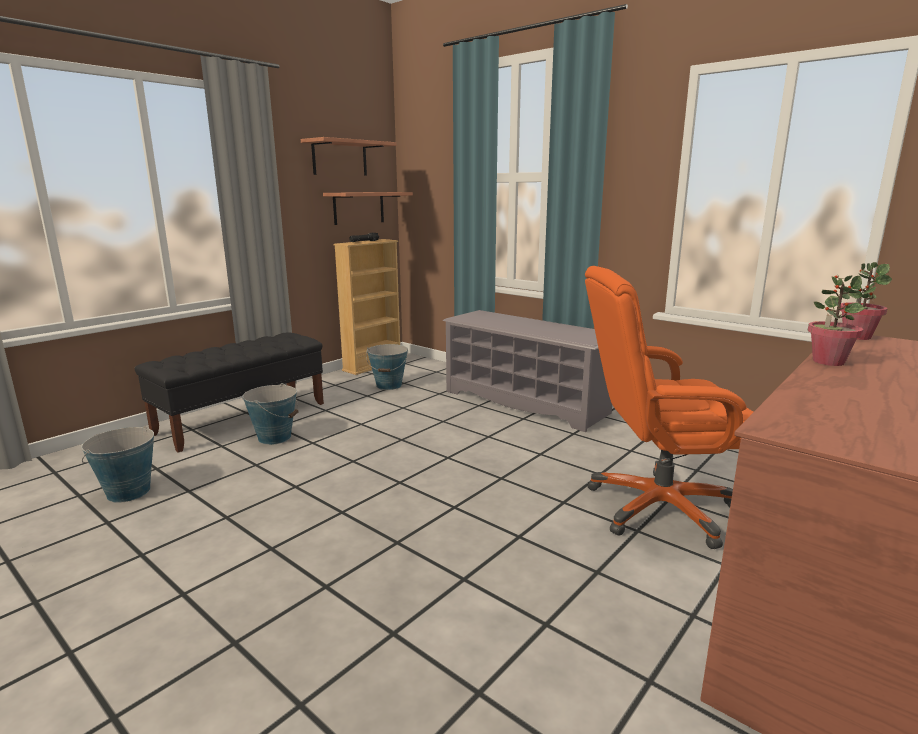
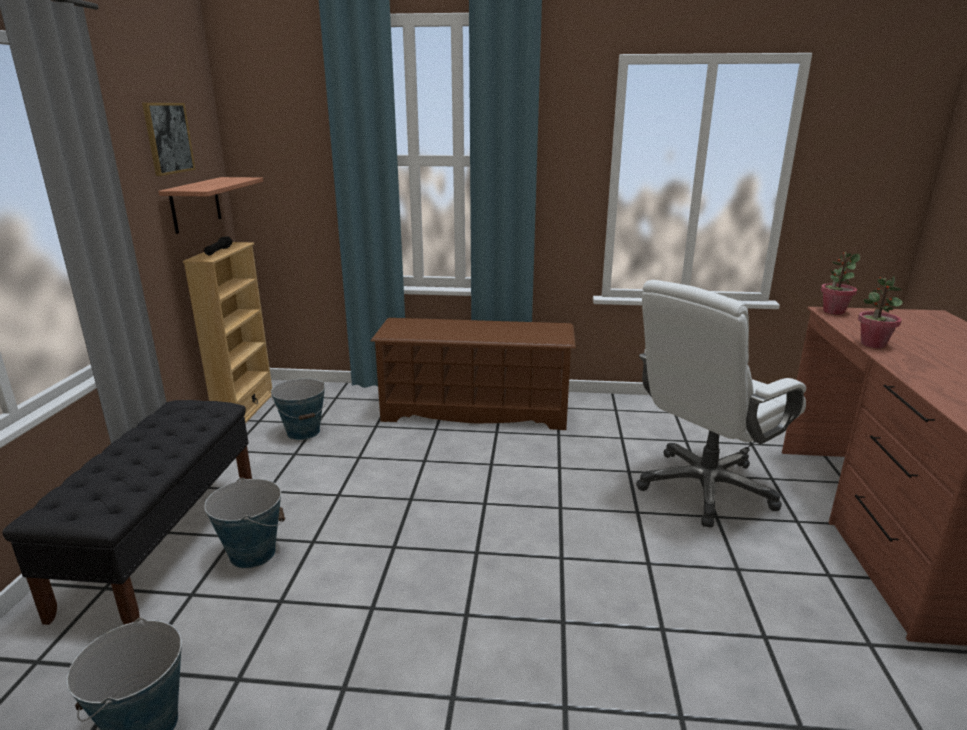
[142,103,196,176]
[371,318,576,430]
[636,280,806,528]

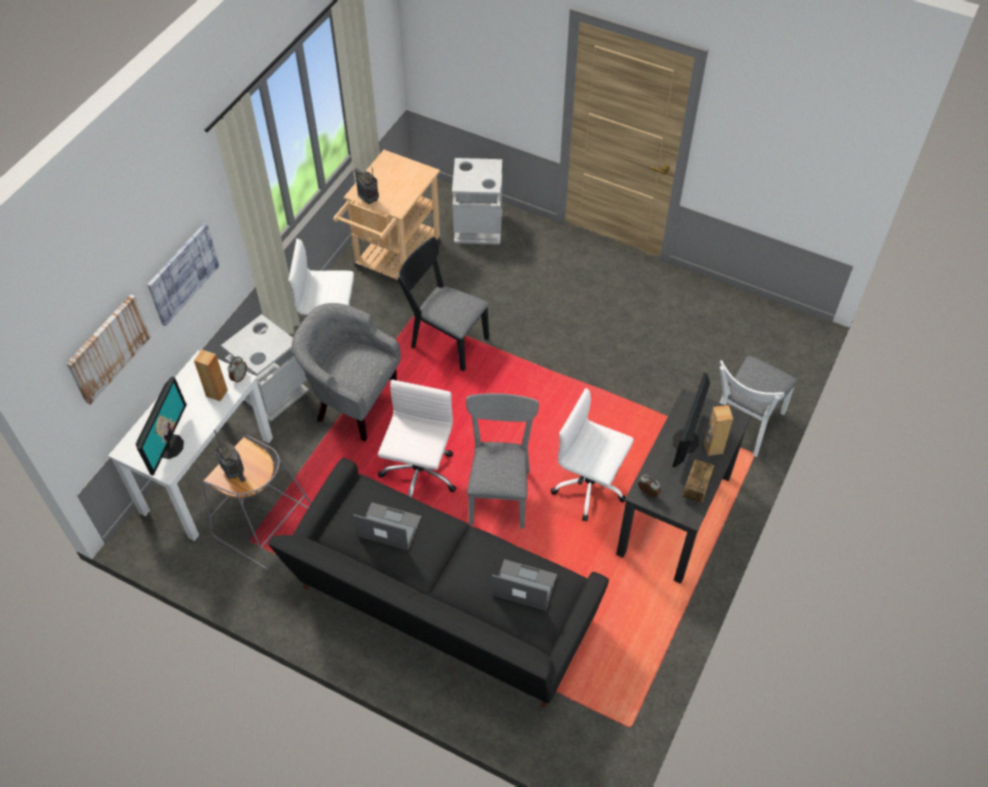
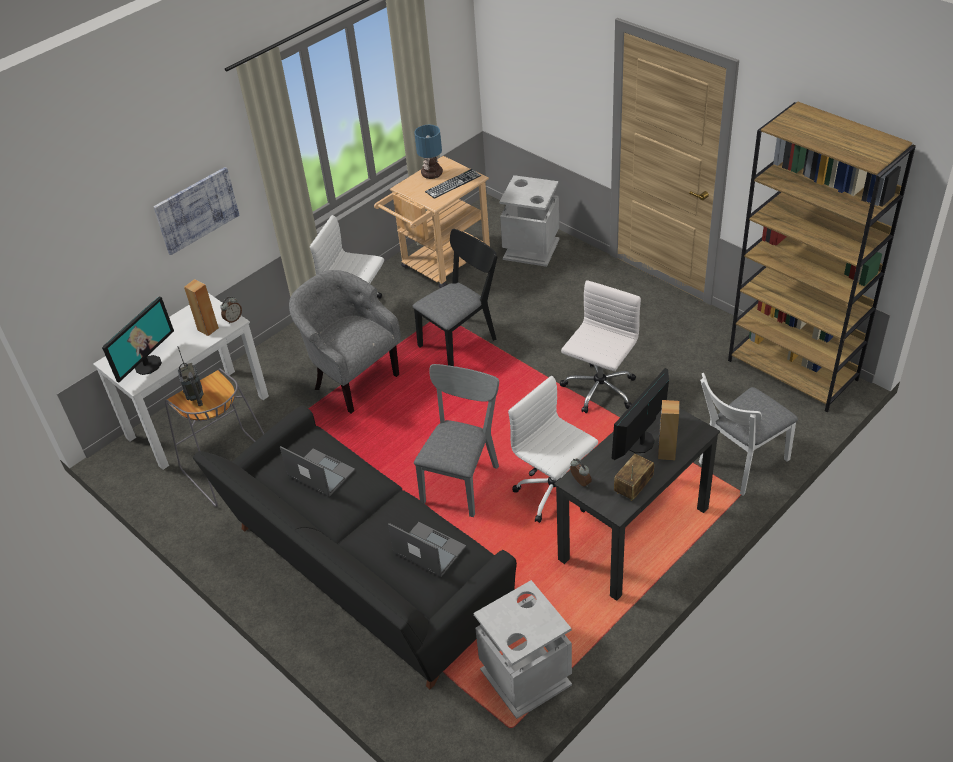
[66,294,151,405] (first image)
[474,580,572,719]
[354,168,379,204] (first image)
[560,280,641,413]
[413,229,498,366]
[414,125,443,179]
[425,169,481,199]
[728,102,916,412]

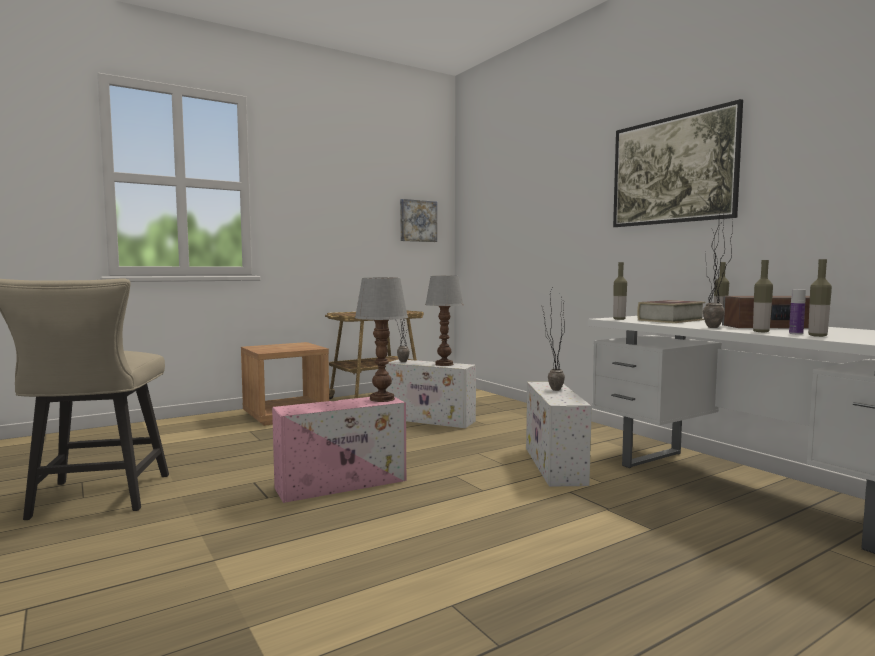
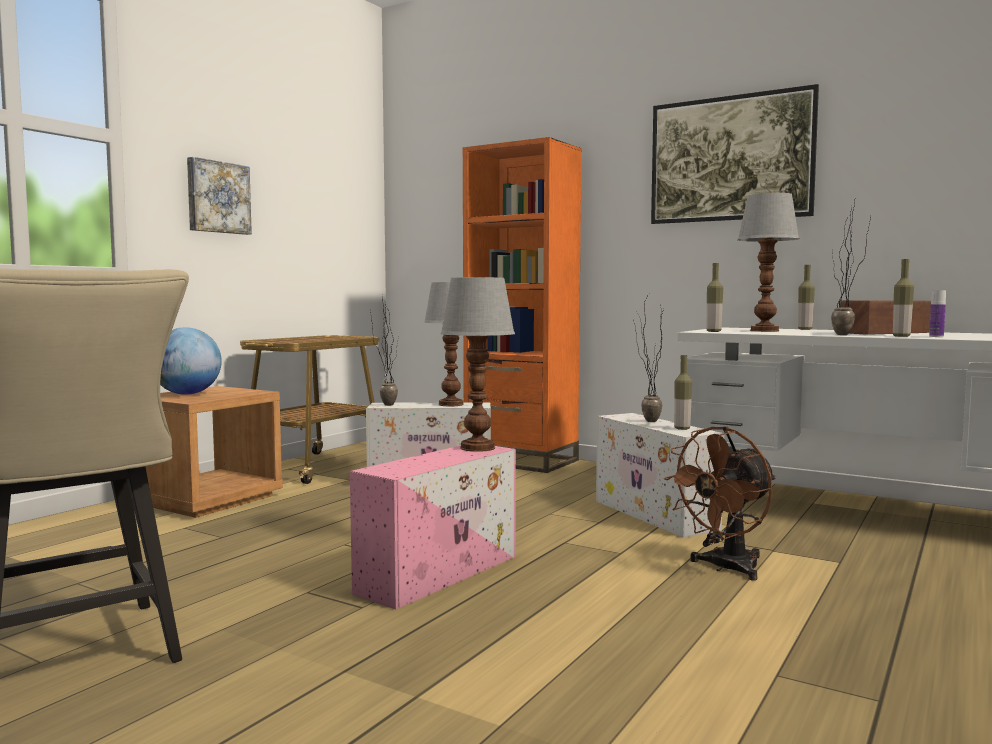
[187,157,252,235]
[738,192,799,332]
[674,355,692,430]
[160,327,222,395]
[463,137,582,473]
[664,426,776,581]

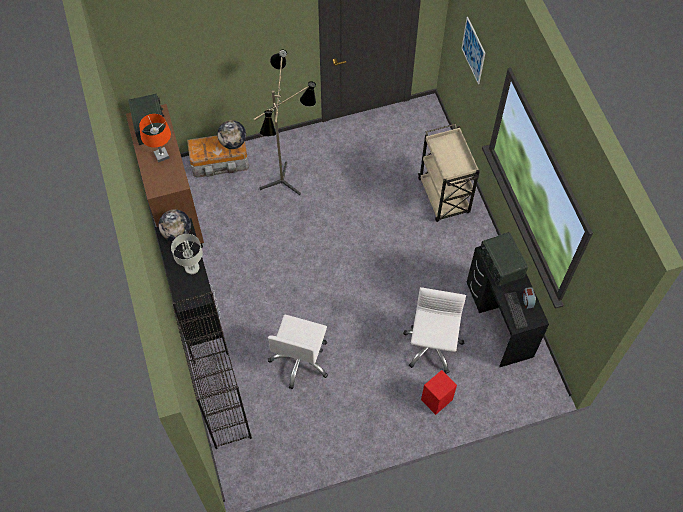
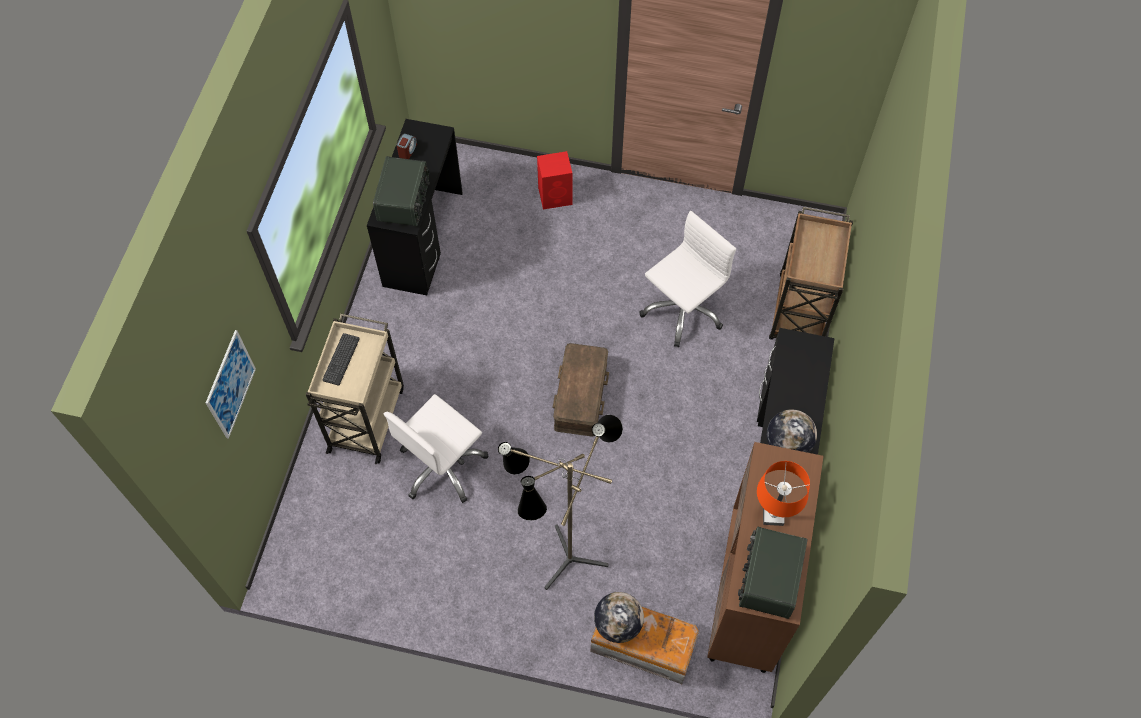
[171,234,203,274] (first image)
[769,207,853,340]
[384,394,489,503]
[322,333,360,386]
[553,343,609,437]

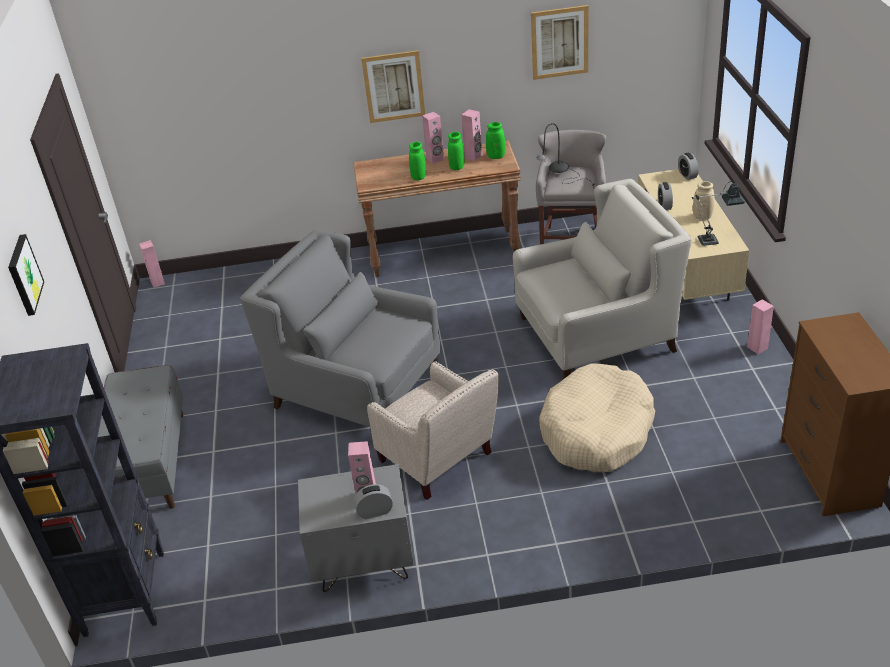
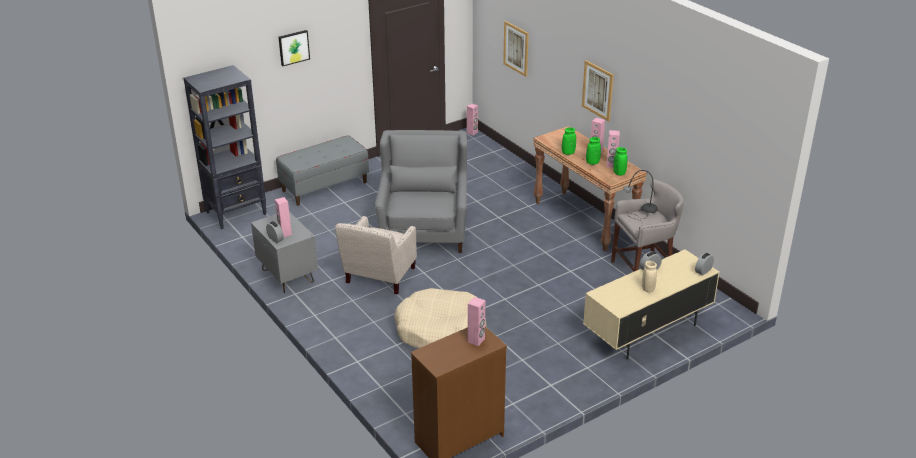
[513,179,692,379] (first image)
[503,21,529,77]
[692,181,745,246] (first image)
[468,297,485,346]

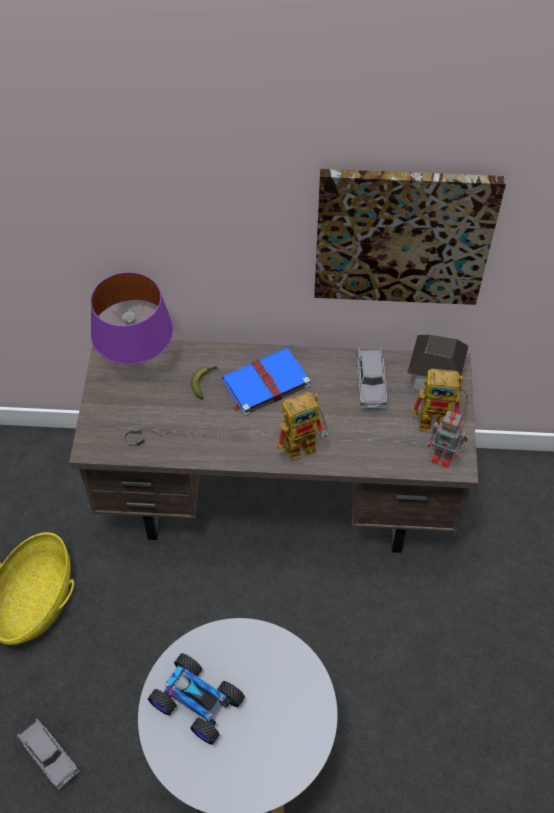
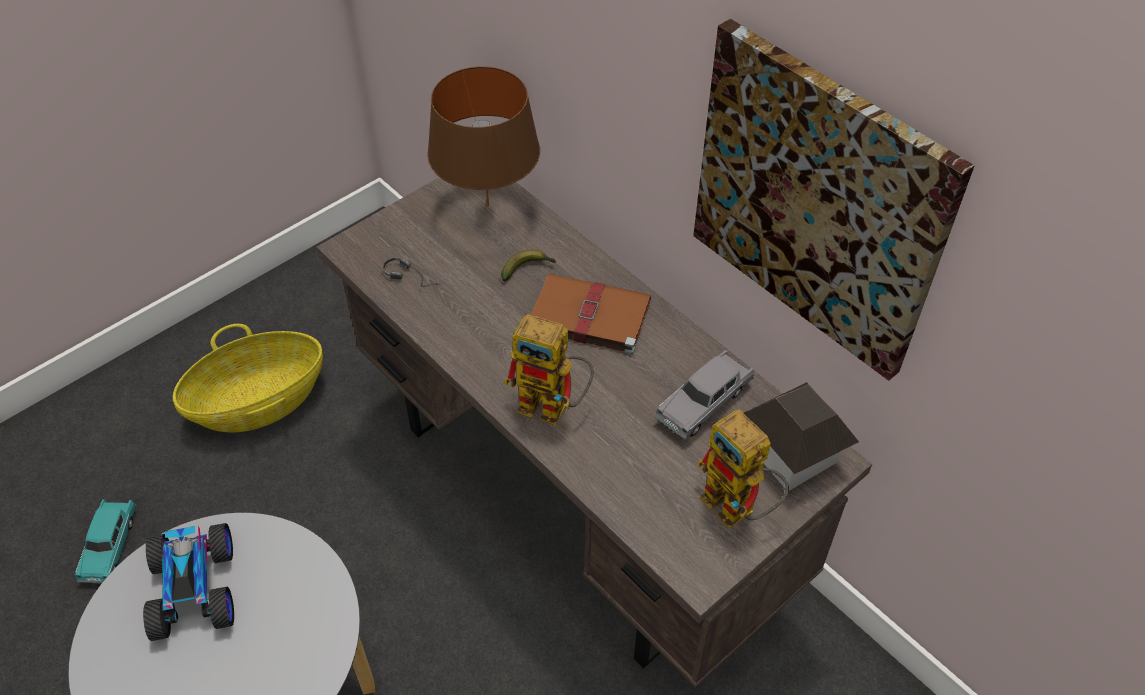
[75,499,136,584]
[427,66,540,206]
[522,273,651,354]
[428,411,468,468] (first image)

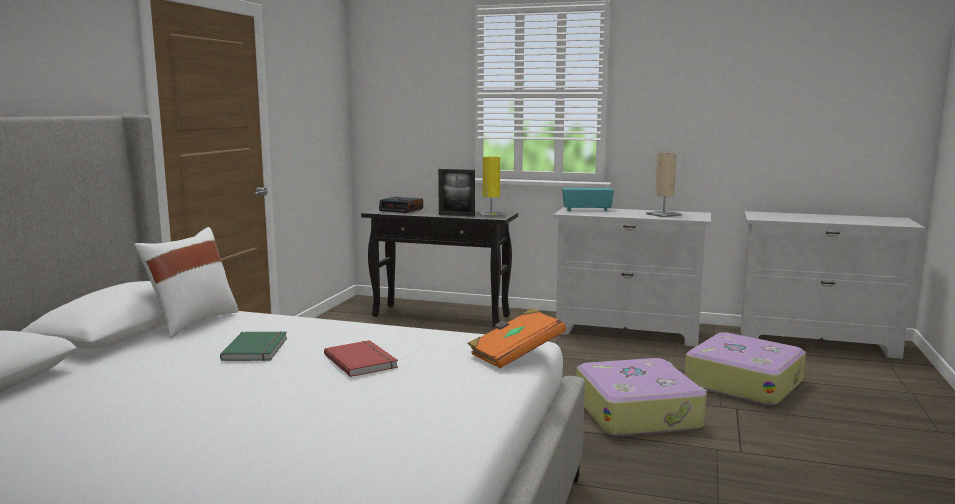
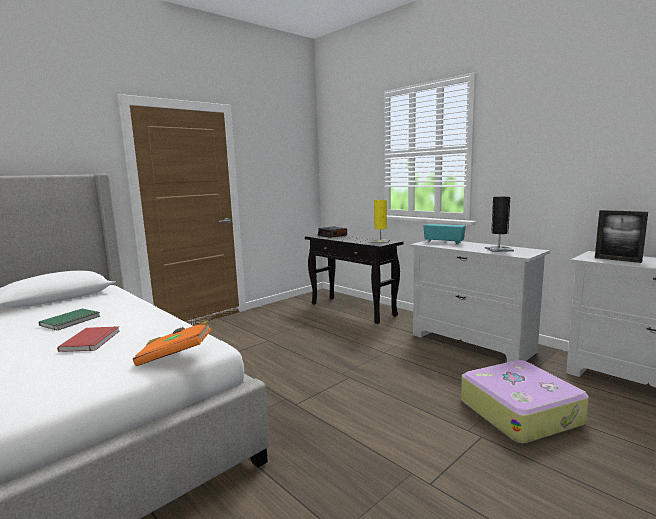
[134,227,239,338] (first image)
[595,210,648,263]
[576,358,707,437] (first image)
[485,197,514,252]

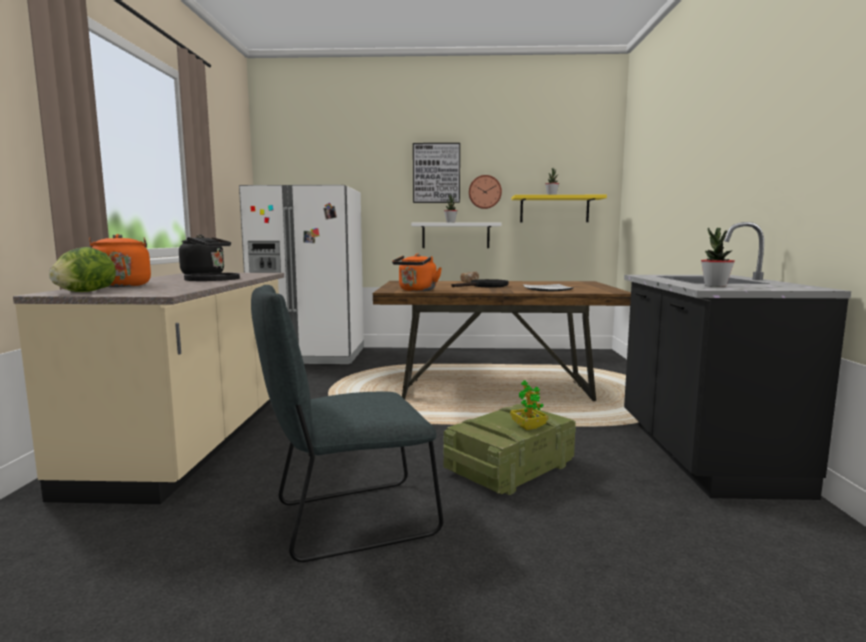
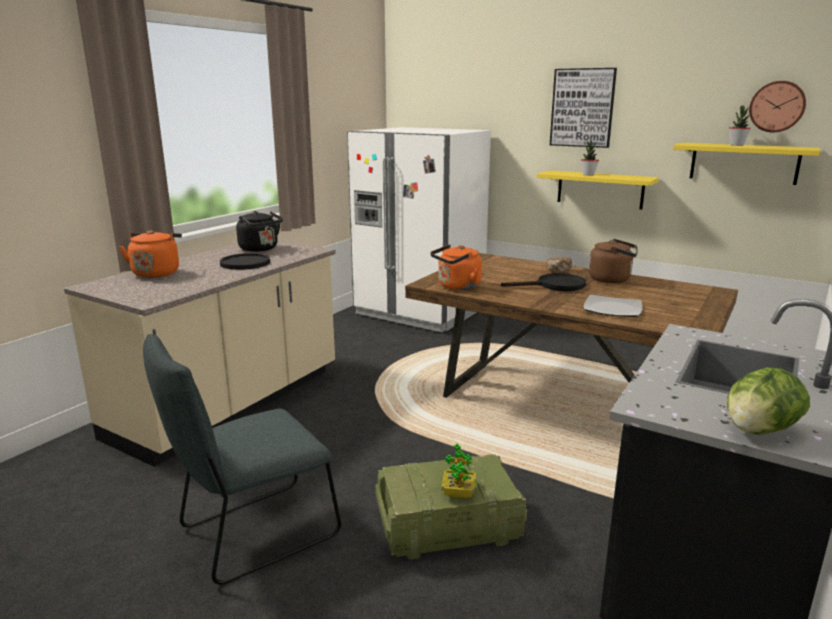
[727,367,810,435]
[143,334,341,585]
[537,170,659,209]
[749,81,806,132]
[701,228,735,287] (first image)
[589,239,638,283]

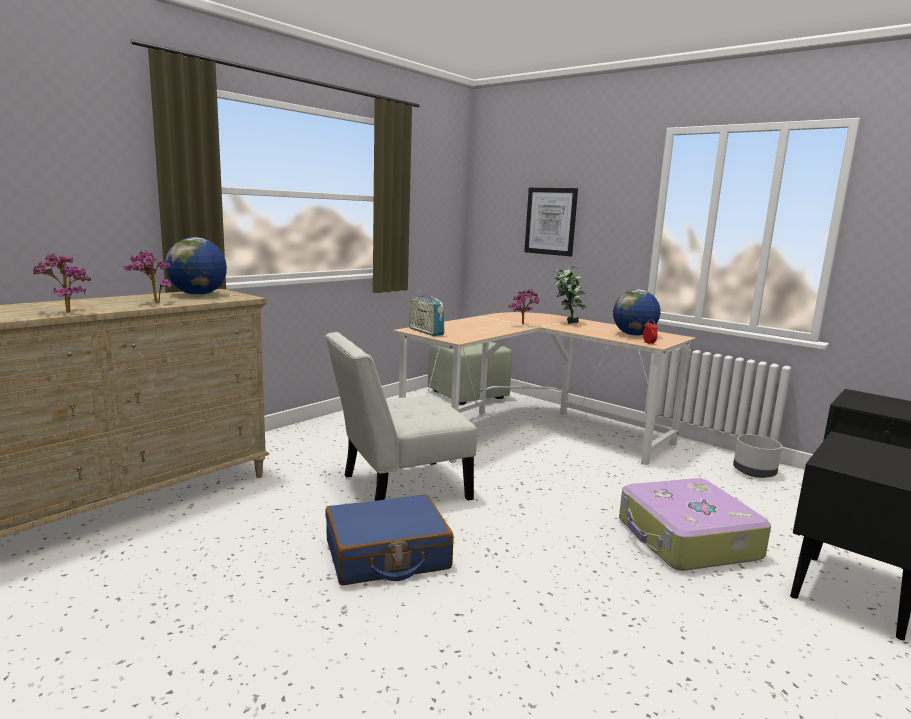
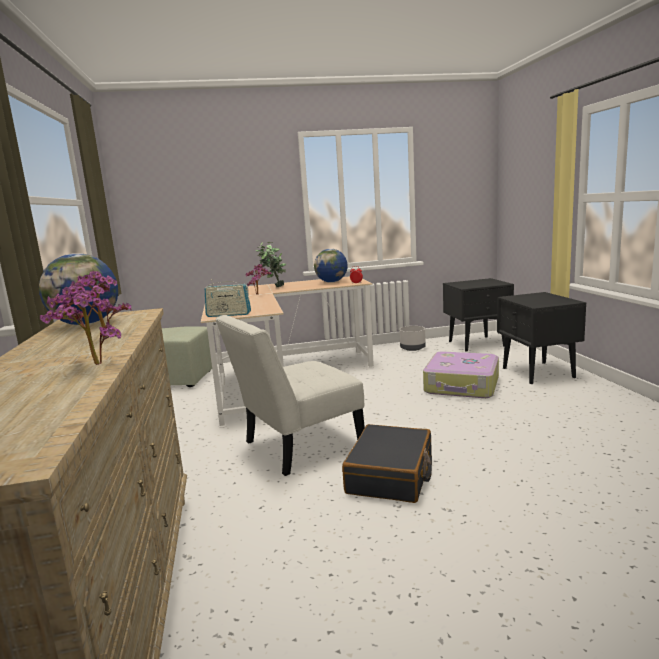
[216,315,365,476]
[342,424,432,503]
[524,188,578,256] (first image)

